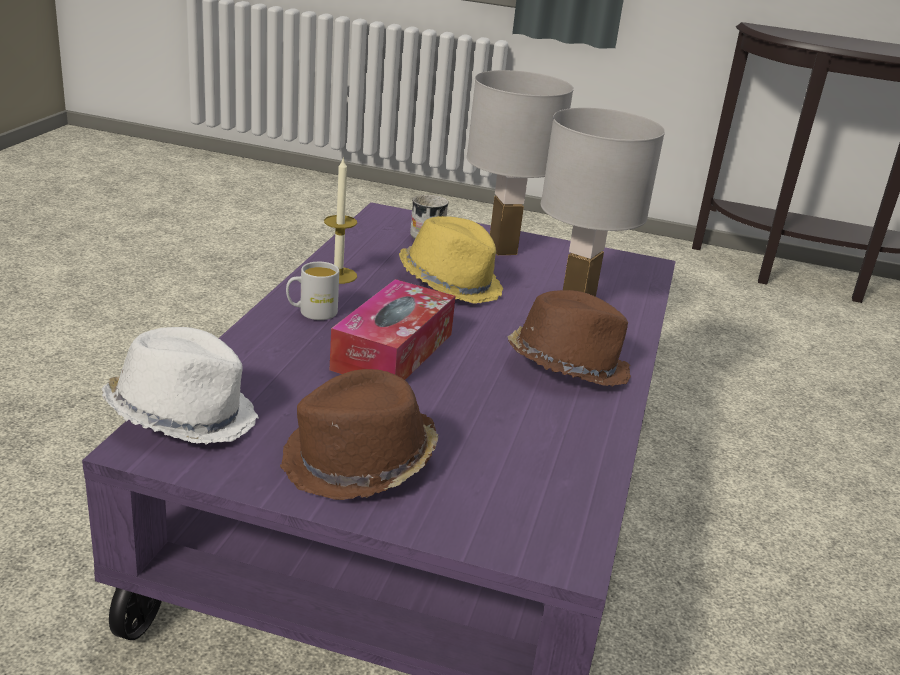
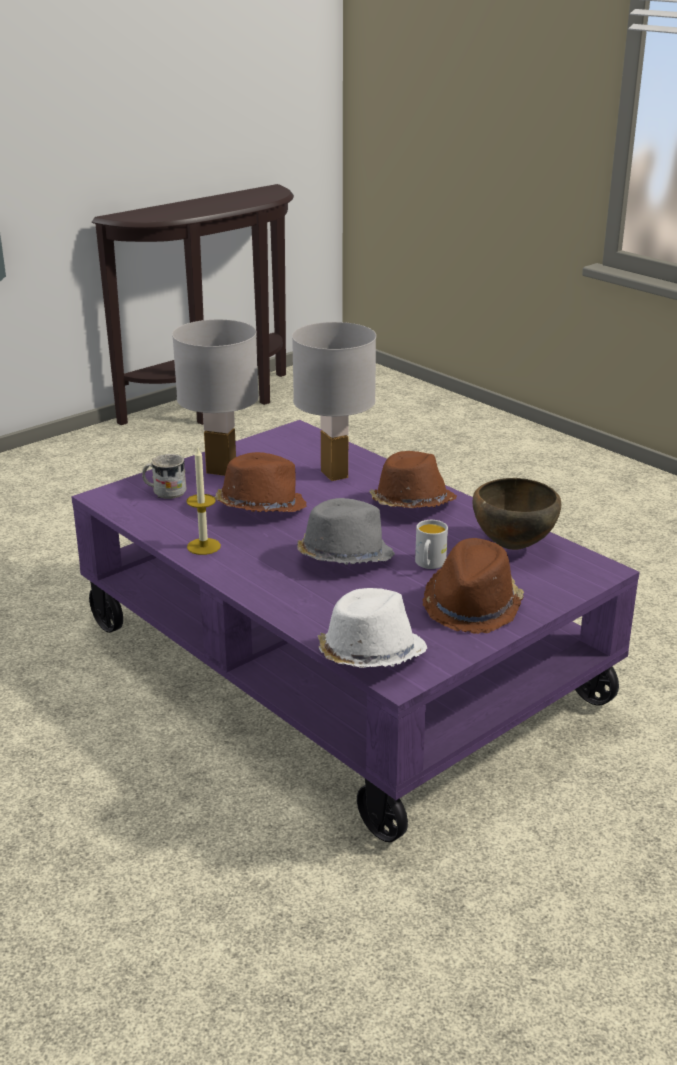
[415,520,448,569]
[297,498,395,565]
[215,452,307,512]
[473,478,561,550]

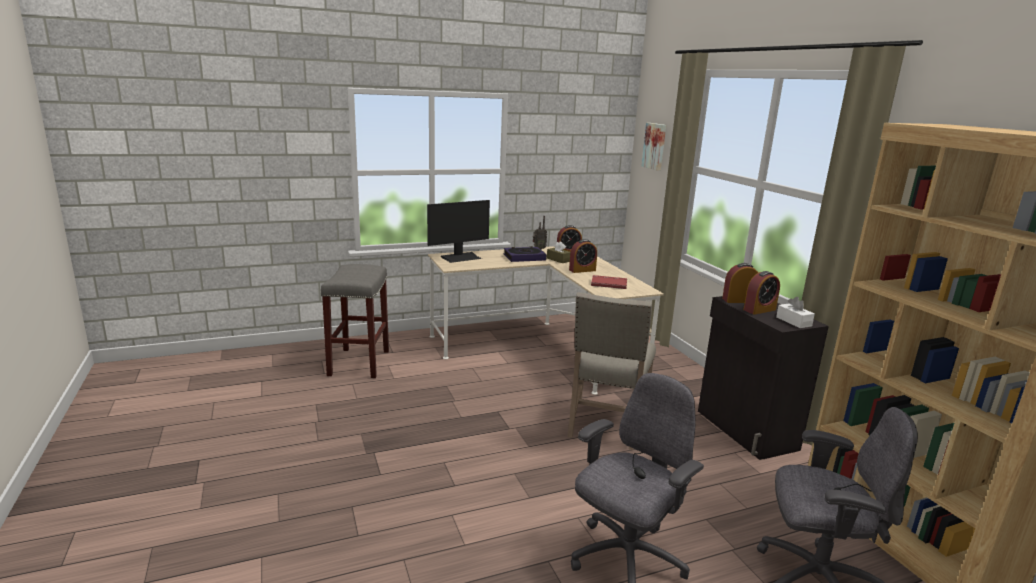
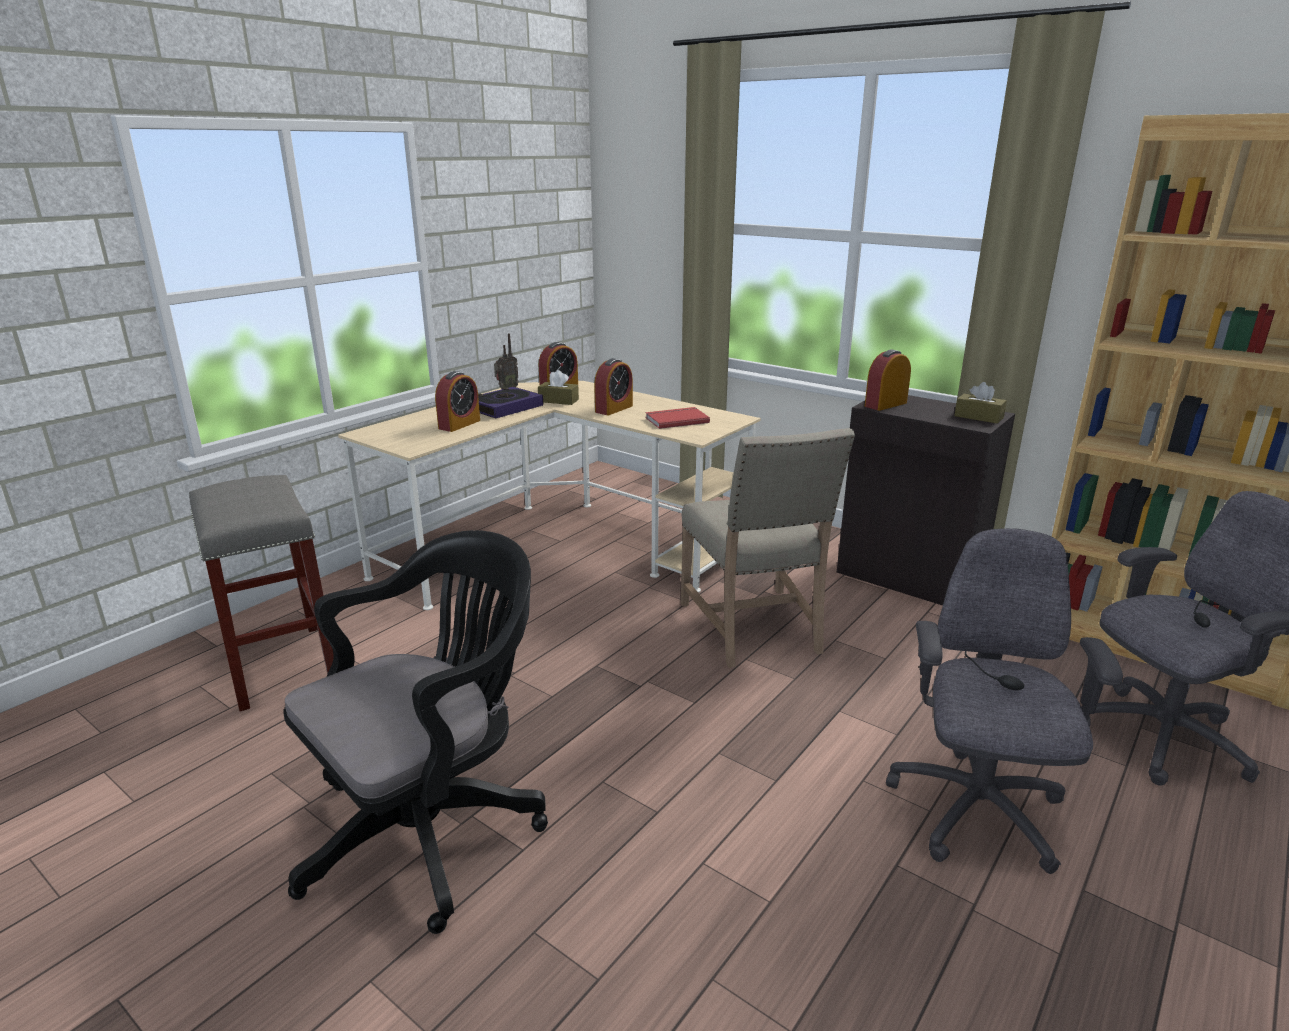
[427,200,490,263] (first image)
[642,123,666,171] (first image)
[435,371,480,432]
[954,382,1007,424]
[283,530,548,934]

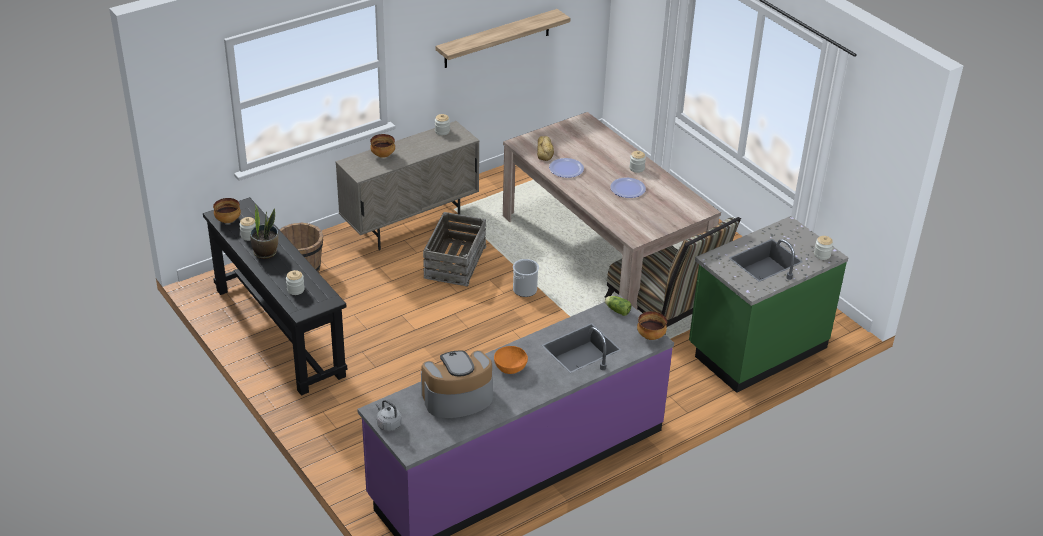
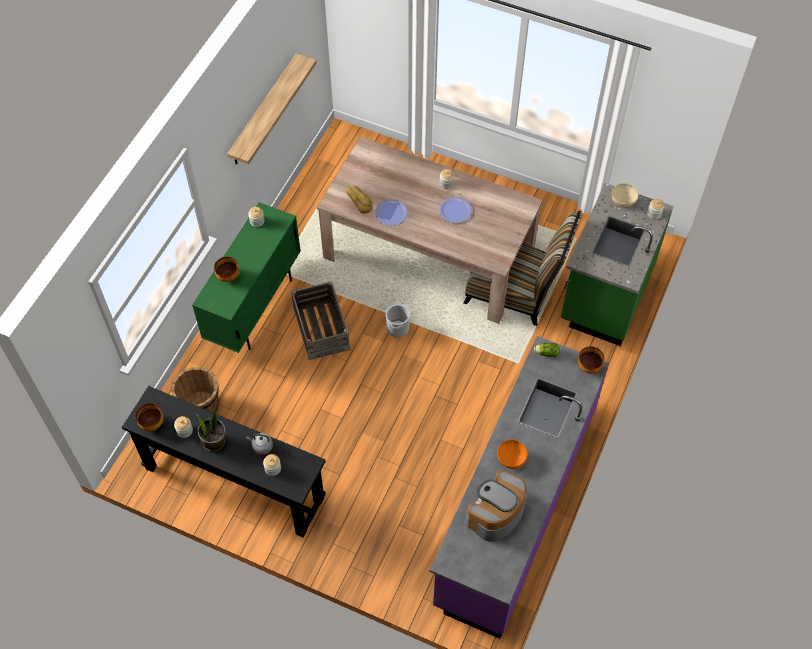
[192,202,301,353]
[246,433,273,455]
[612,183,638,207]

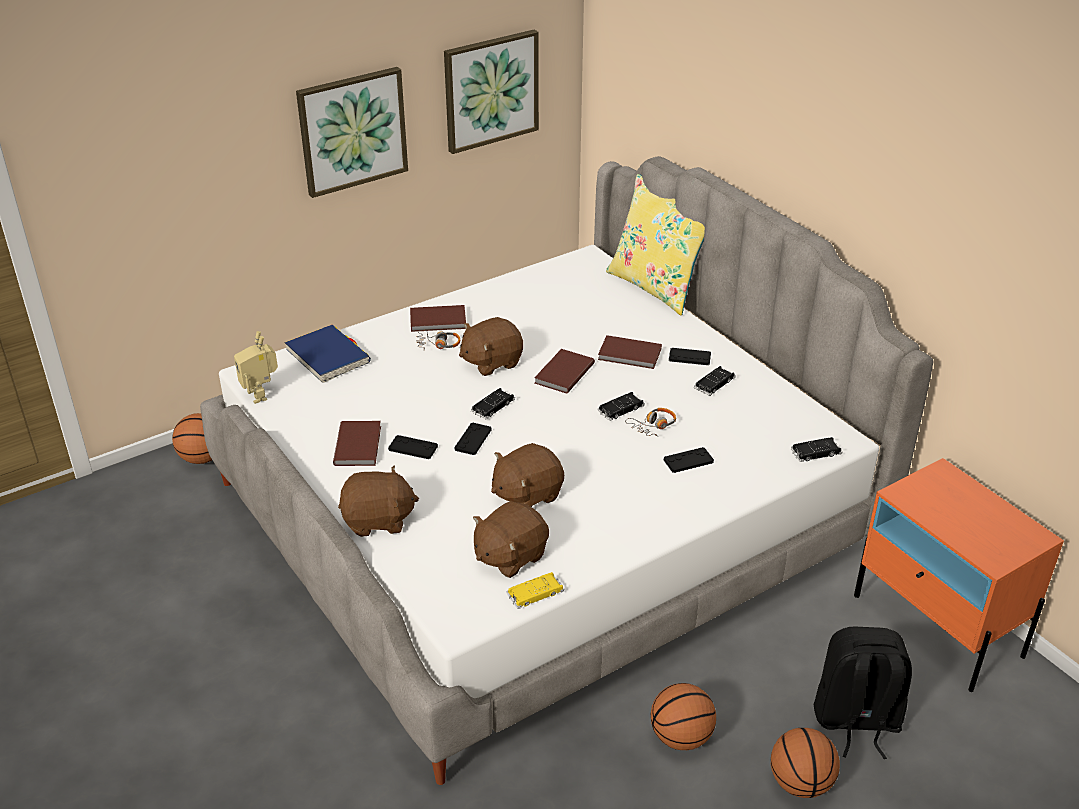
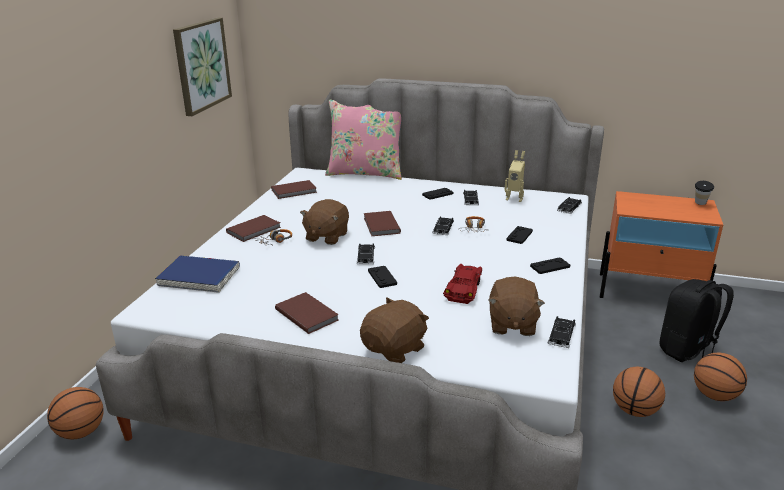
[505,150,525,202]
[296,67,408,198] (first image)
[530,257,570,274]
[443,264,482,304]
[548,316,576,348]
[271,180,317,199]
[325,100,402,180]
[695,181,714,205]

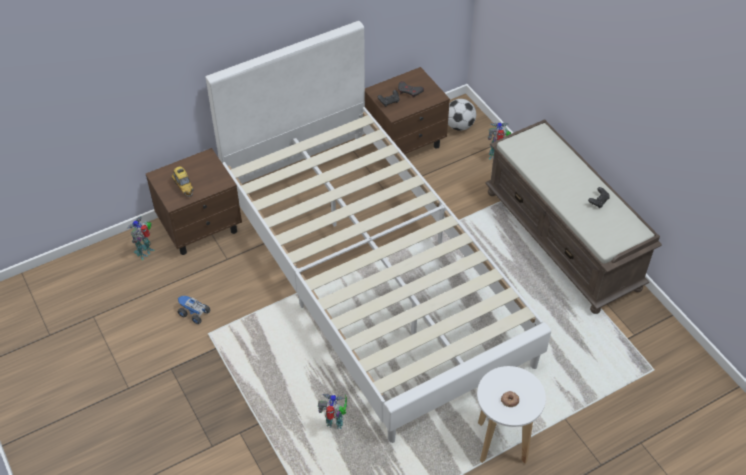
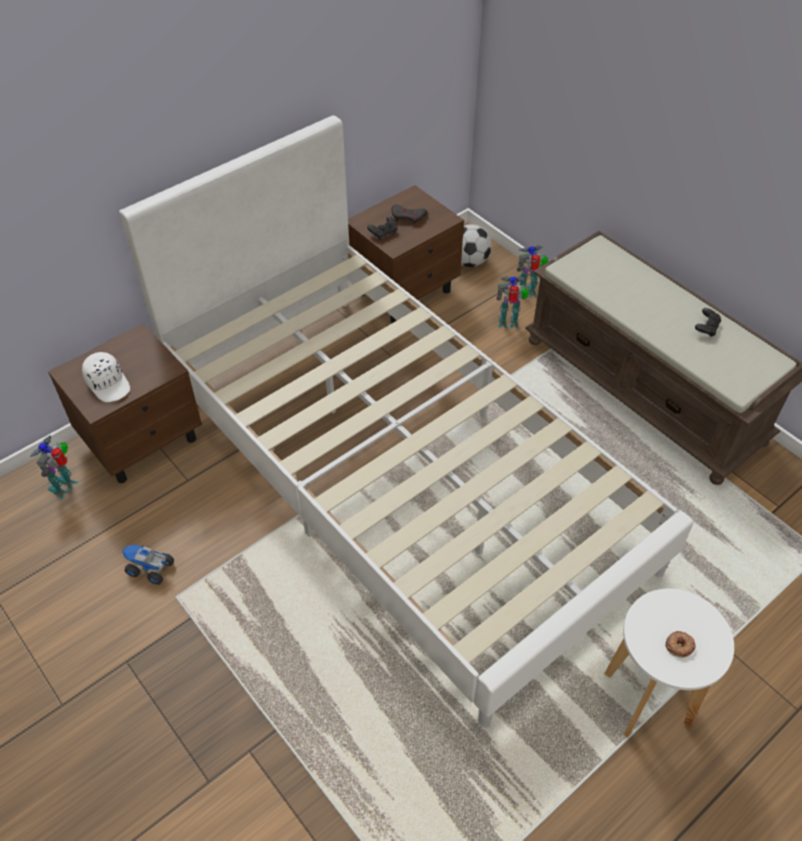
[82,352,130,402]
[496,276,529,329]

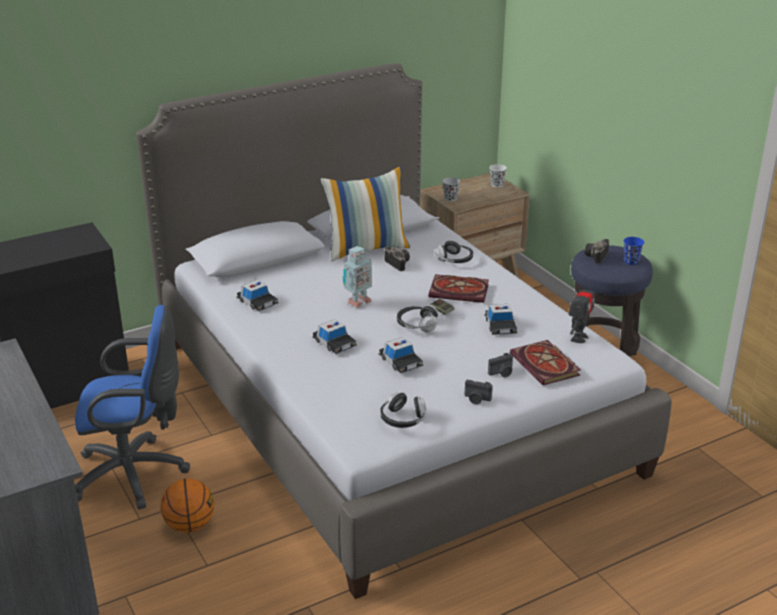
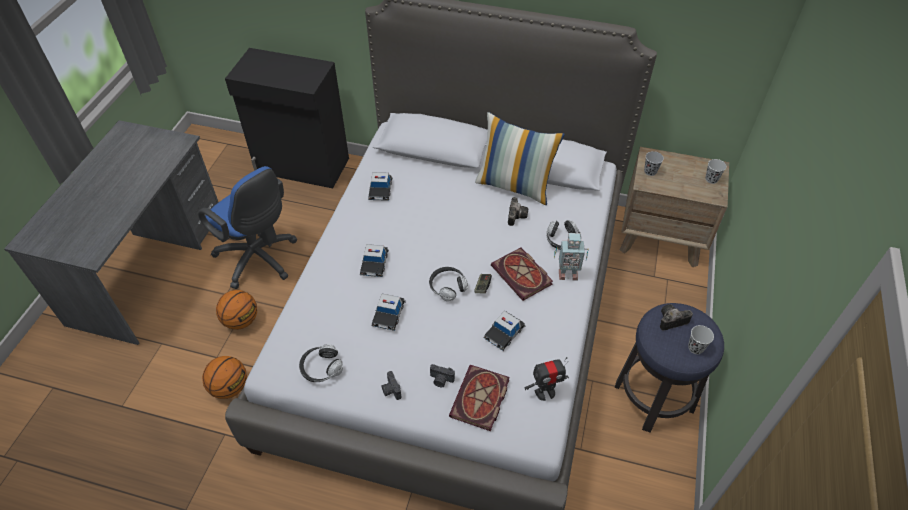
[554,233,588,280]
[688,325,714,354]
[202,356,247,399]

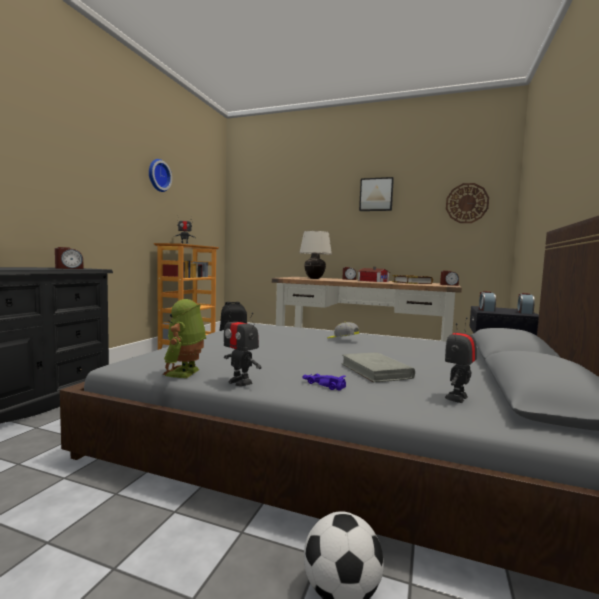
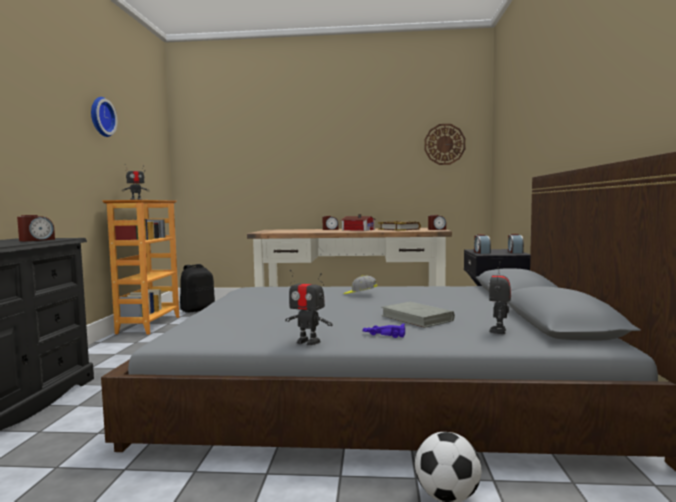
[163,299,206,378] (first image)
[299,231,332,279] (first image)
[359,177,394,211] (first image)

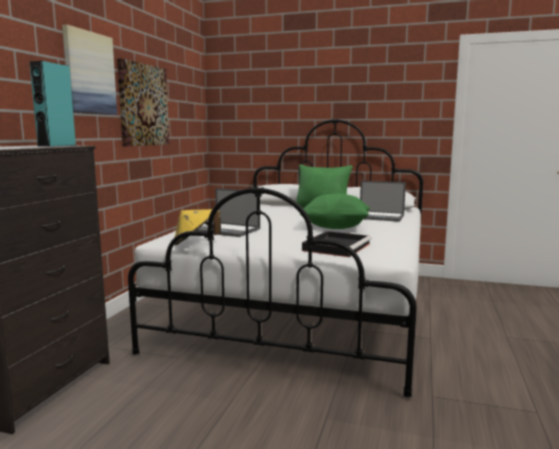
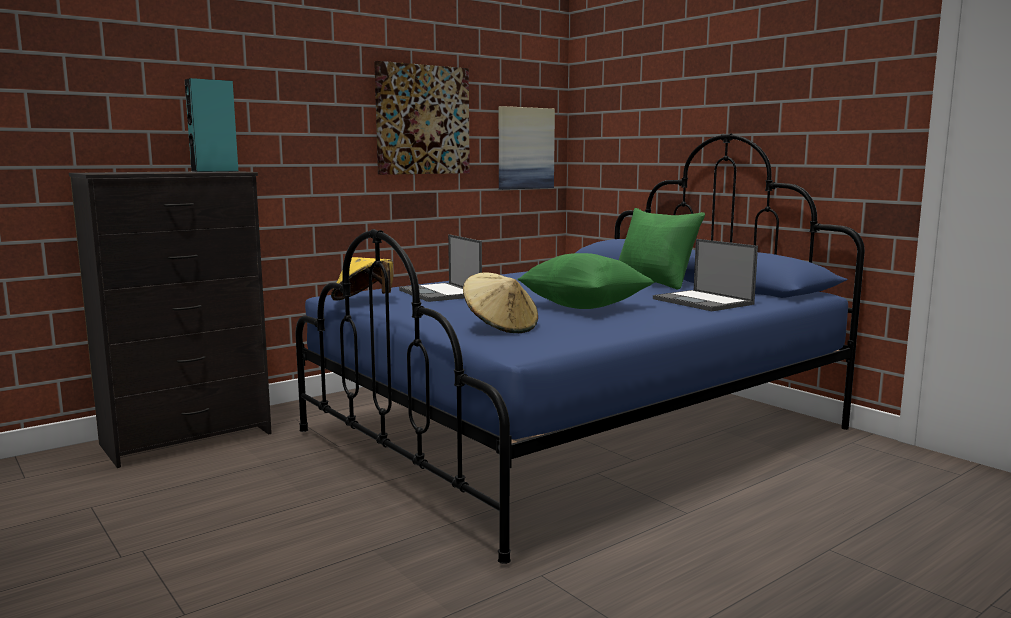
[499,106,555,190]
[296,134,865,564]
[463,272,538,333]

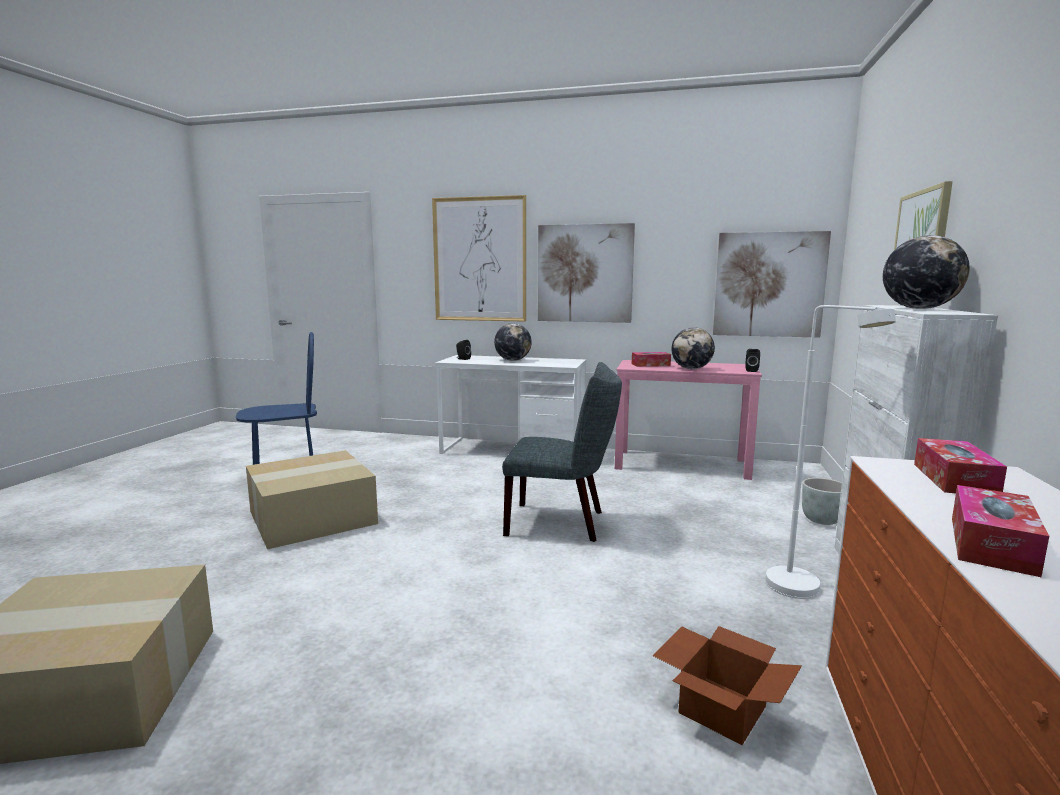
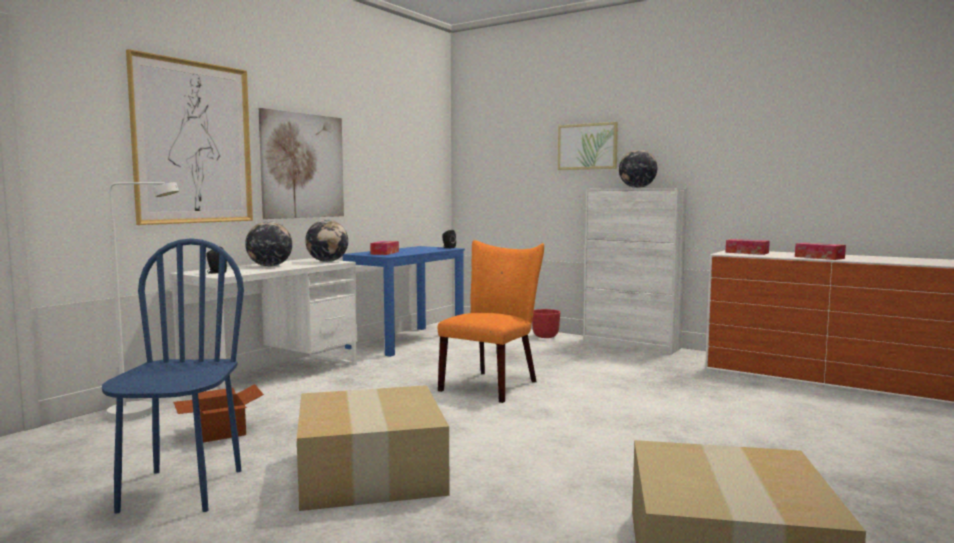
[438,240,544,403]
[342,246,465,357]
[173,384,264,443]
[305,220,348,262]
[713,231,831,338] (first image)
[107,182,179,421]
[532,309,560,338]

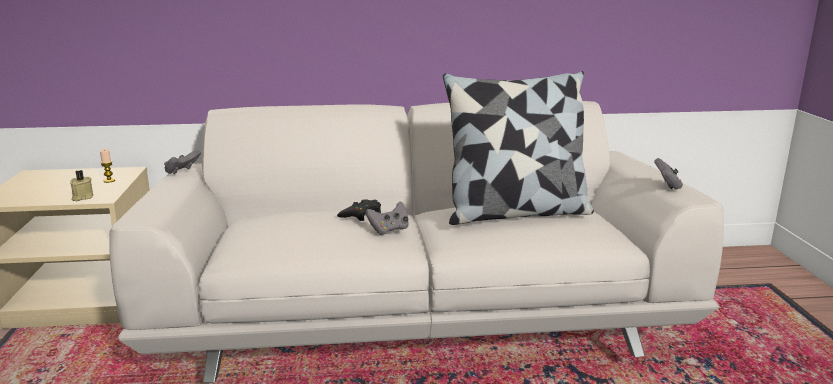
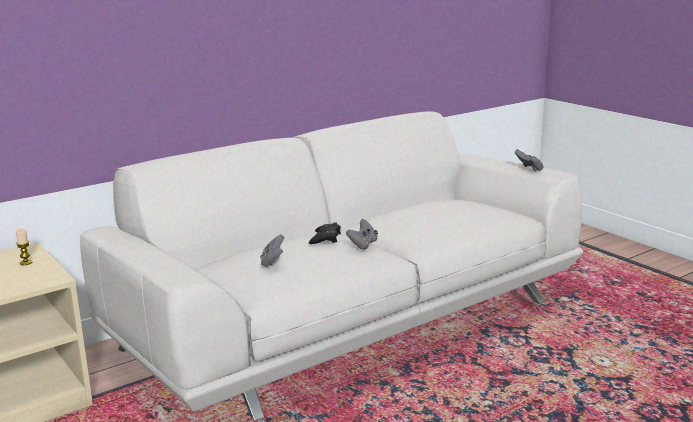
[70,170,93,201] (first image)
[260,234,284,267]
[443,71,594,225] (first image)

